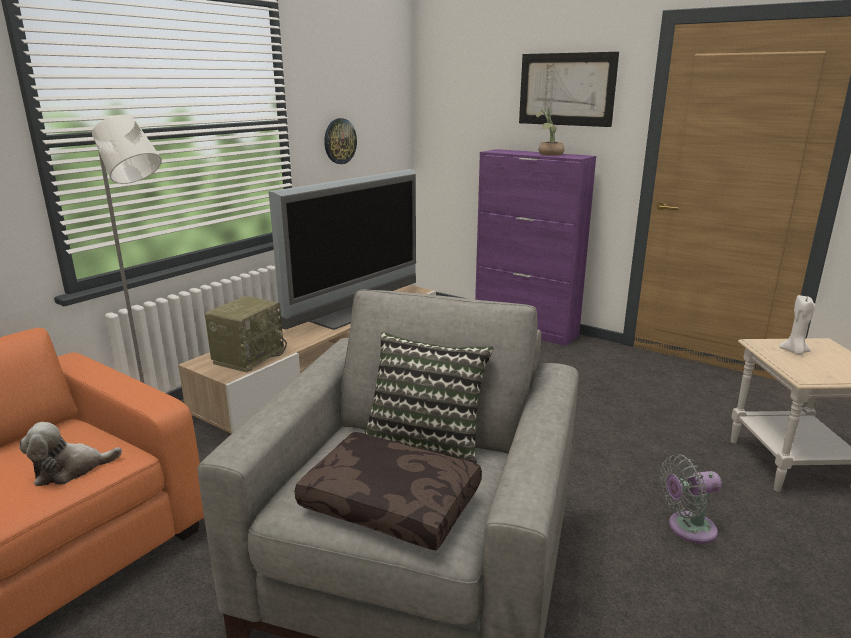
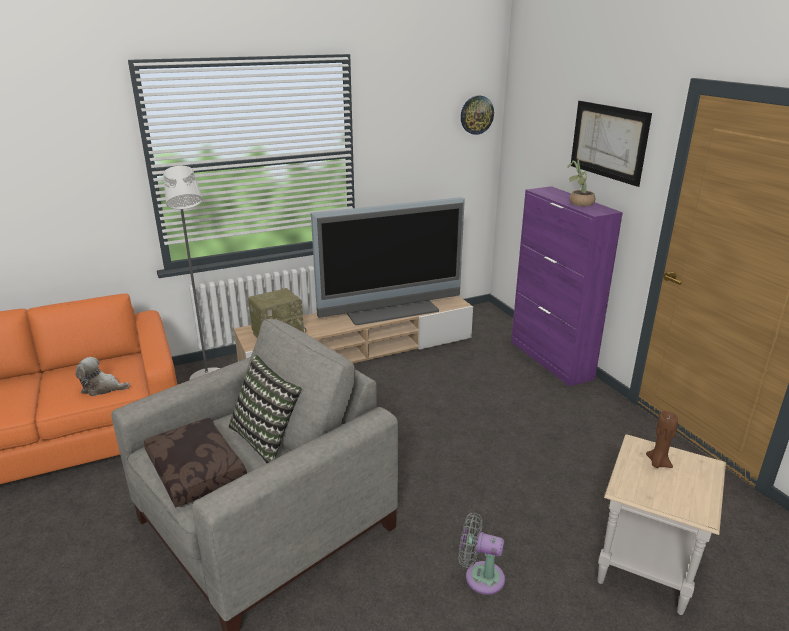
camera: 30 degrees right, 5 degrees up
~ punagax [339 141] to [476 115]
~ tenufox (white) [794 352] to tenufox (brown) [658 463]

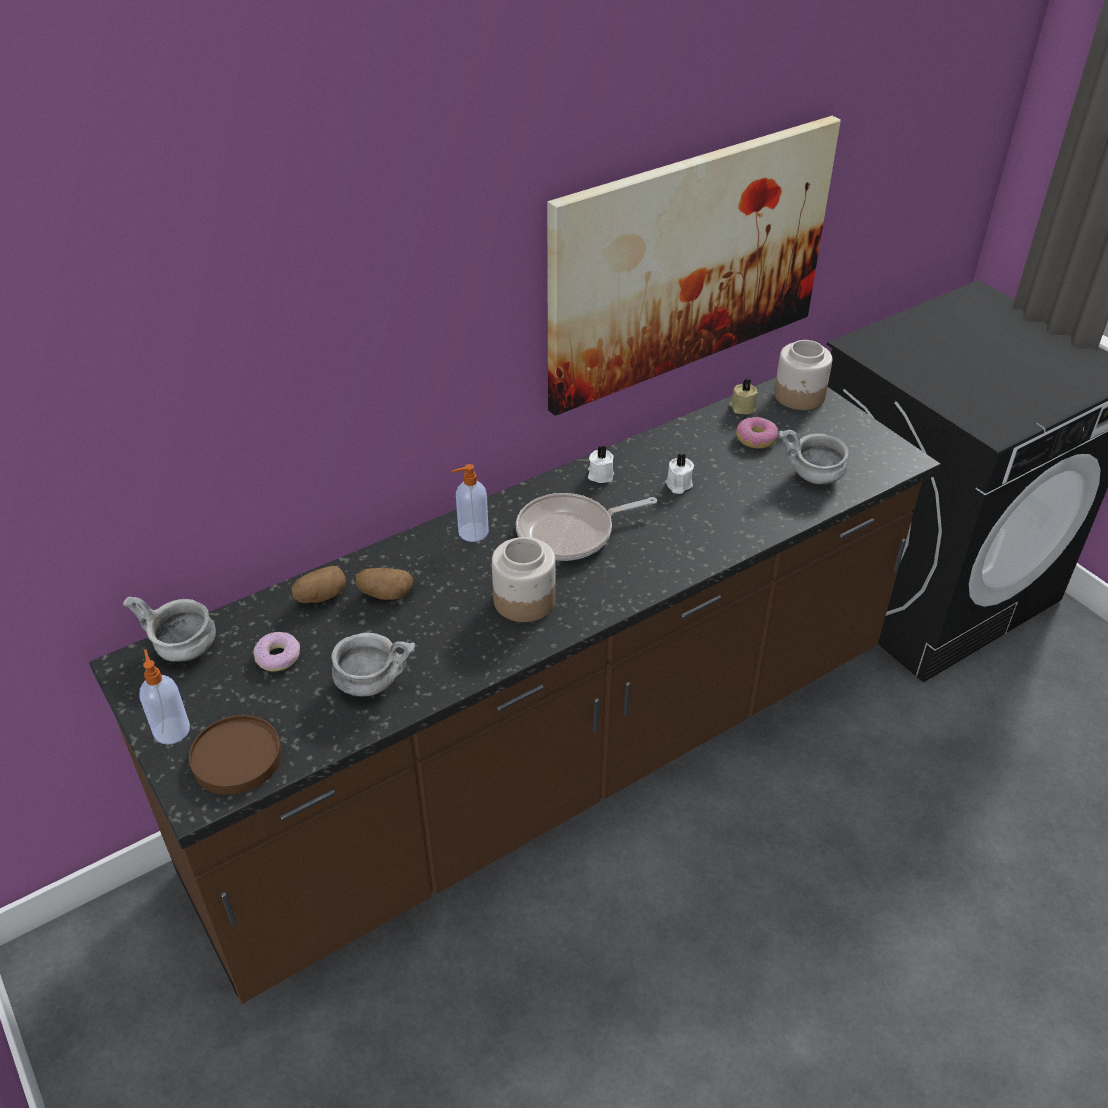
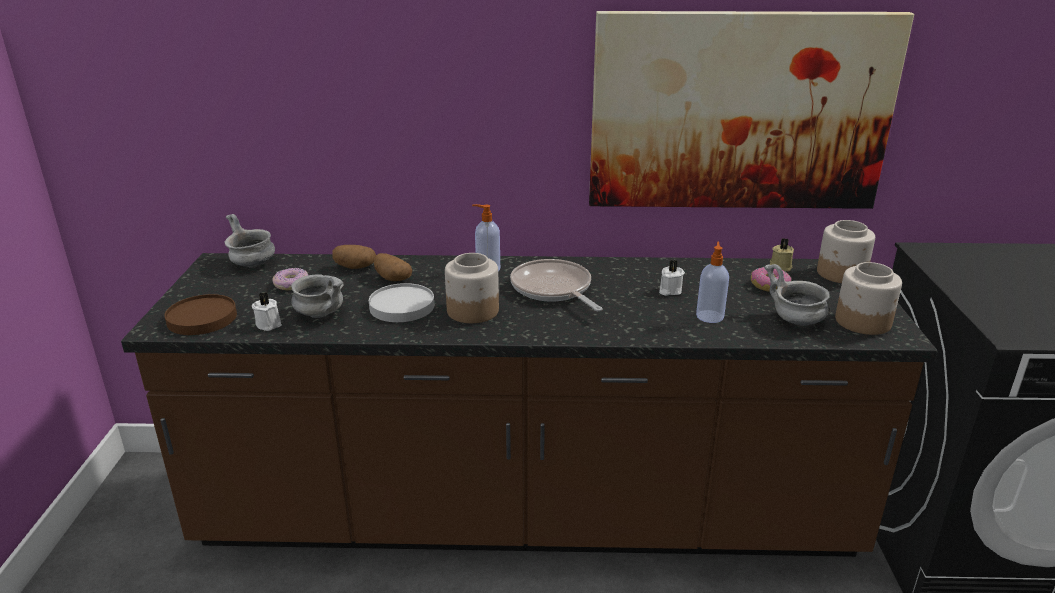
camera: 35 degrees right, 15 degrees down
~ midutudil [171 729] to [710 316]
~ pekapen [571 533] = [553 289] 45 degrees clockwise
~ tenufox (white) [600 475] to [269 324]
+ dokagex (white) [401 306]
+ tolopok [863 322]

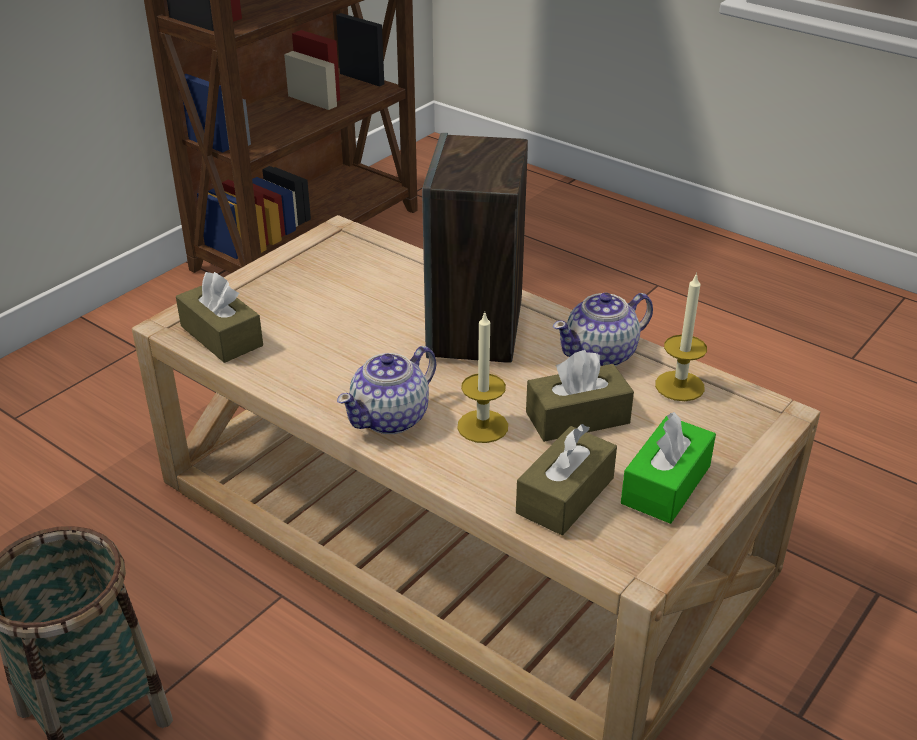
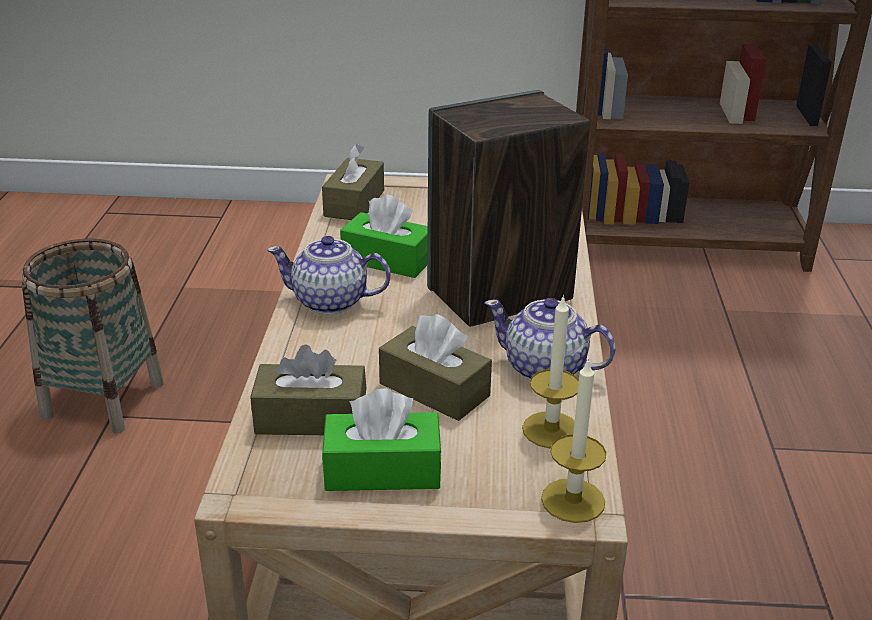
camera: 55 degrees right, 5 degrees down
~ tenufox [482 426] to [573 500]
+ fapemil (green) [387 260]

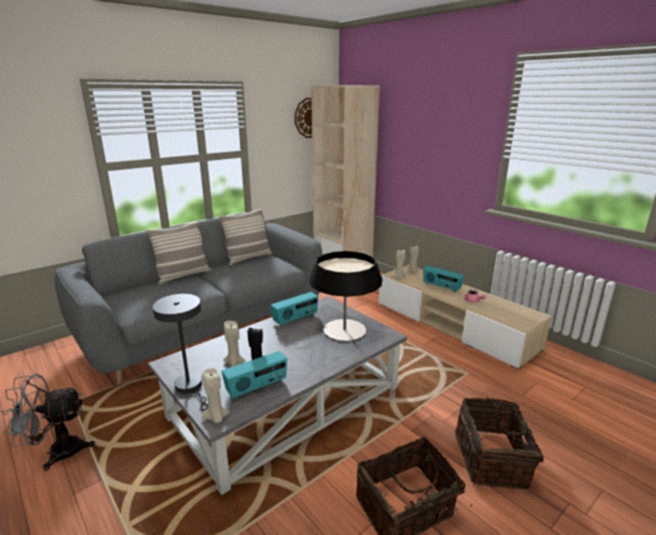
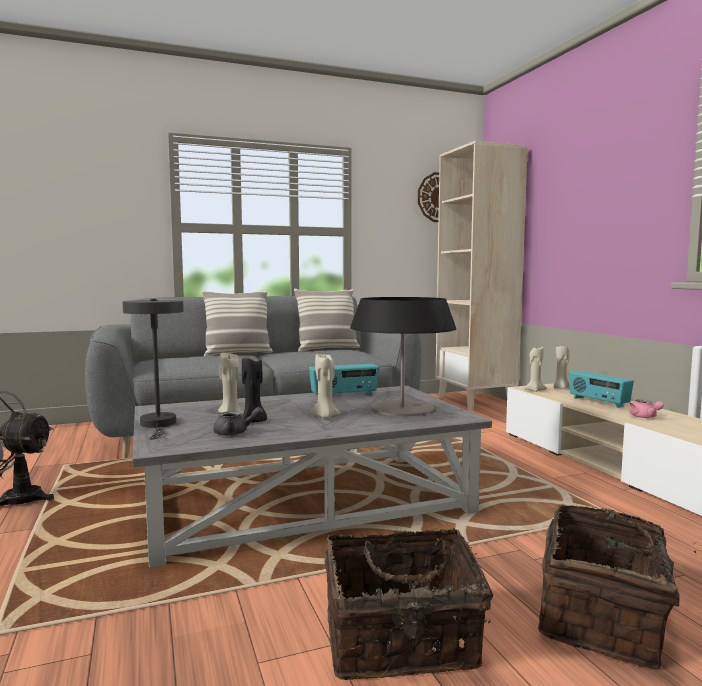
camera: 20 degrees right, 15 degrees down
~ tenufox (beige) [216 418] to [325 416]
~ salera [257 387] to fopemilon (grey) [235 433]

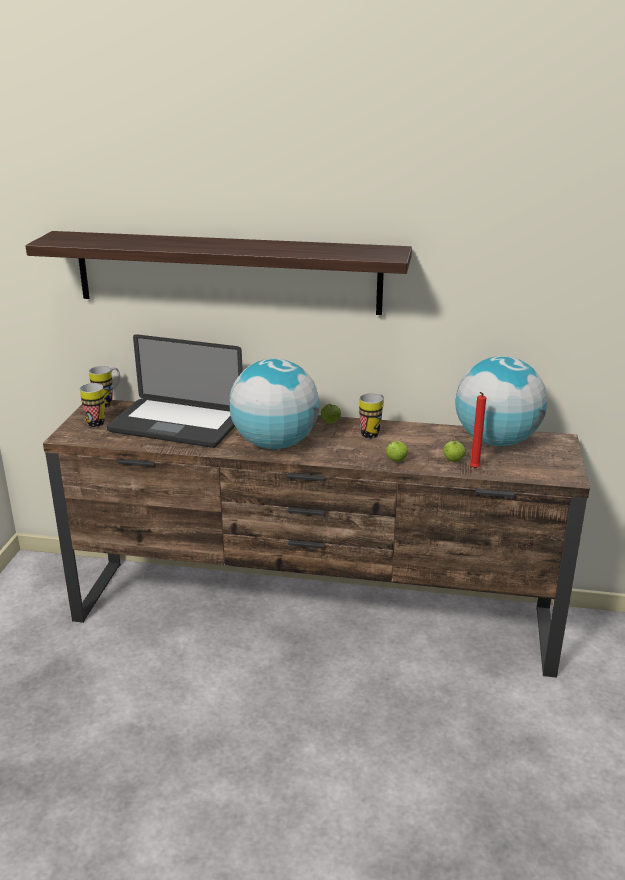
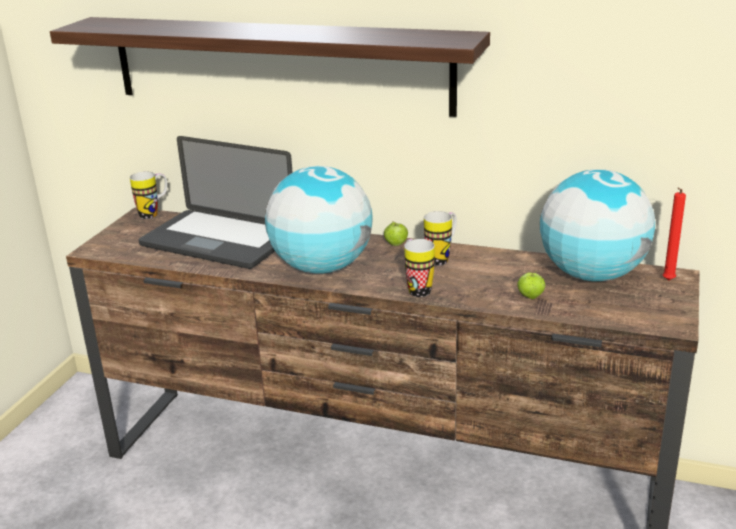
camera: 10 degrees right, 0 degrees up
~ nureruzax [94 421] to [416 288]
- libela [396 460]
~ tenufox (red) [474 469] to [667 281]

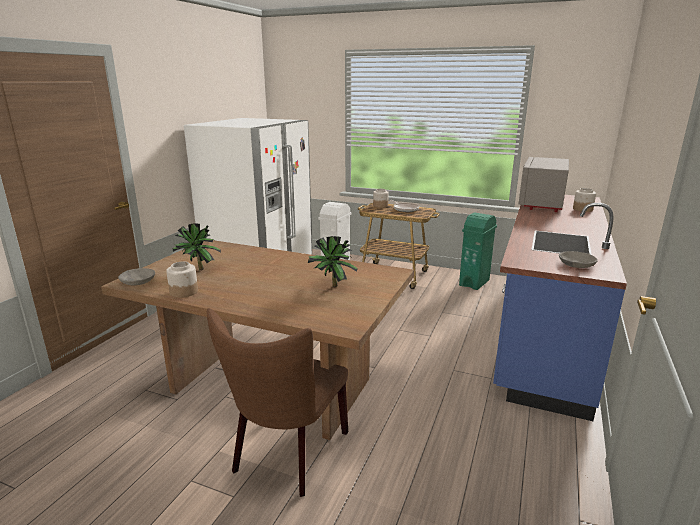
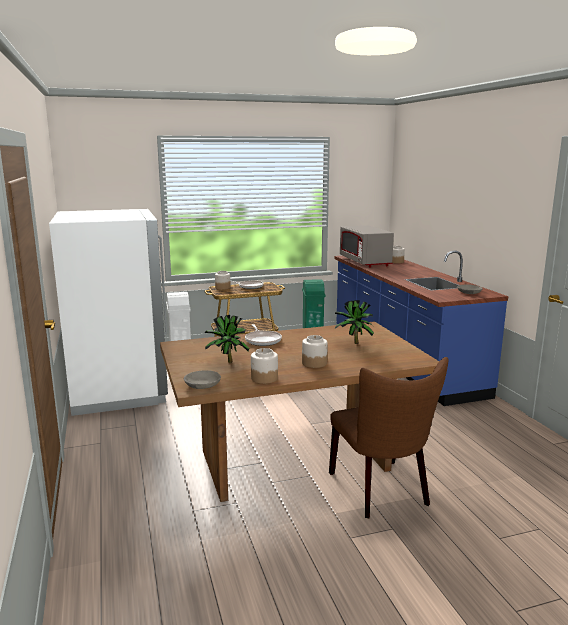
camera: 40 degrees left, 5 degrees down
+ pekapen [262 340]
+ tolopok [314 363]

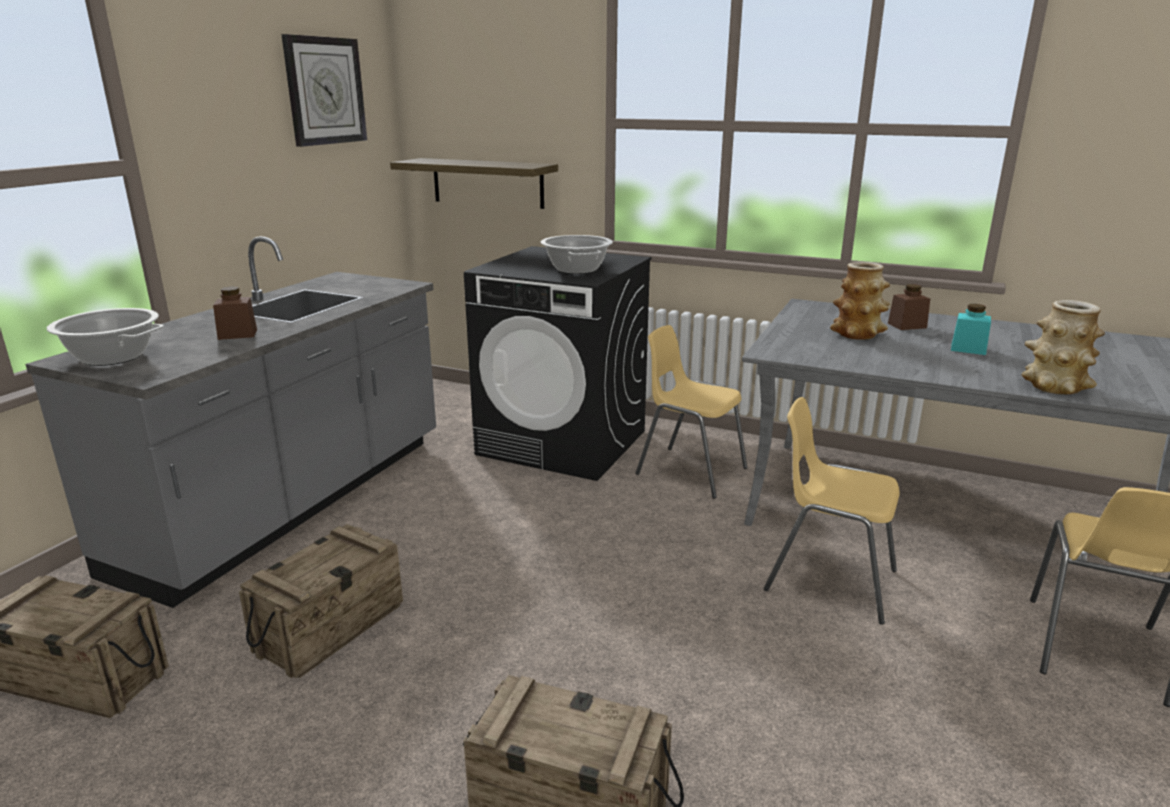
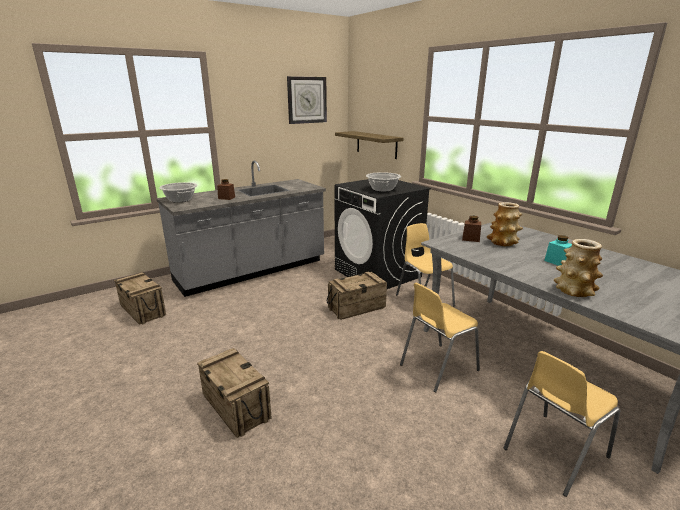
camera: 30 degrees right, 0 degrees up
~ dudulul [330 627] to [356 307]
~ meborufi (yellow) [829 580] = [437 367] 90 degrees counterclockwise
~ tolopok (brown) [907 325] to [471 239]

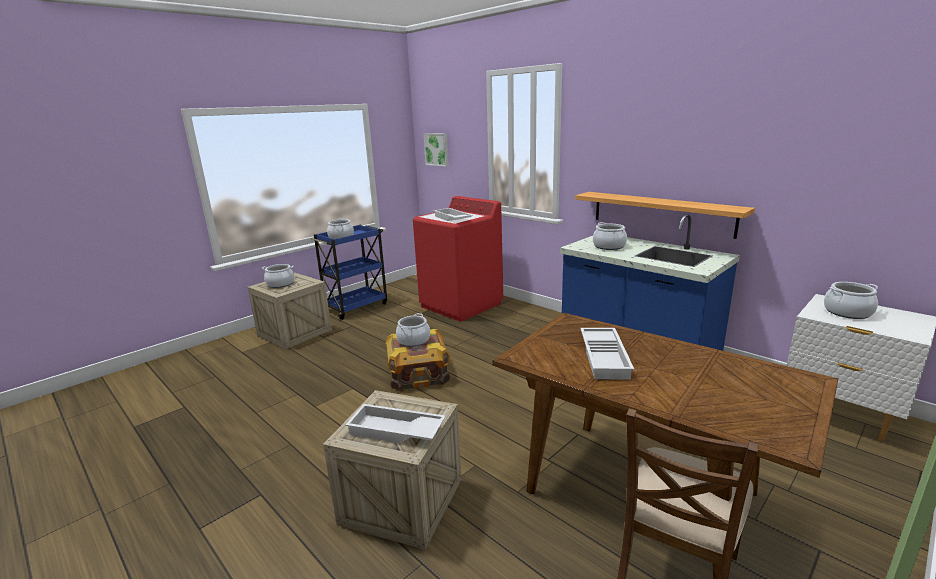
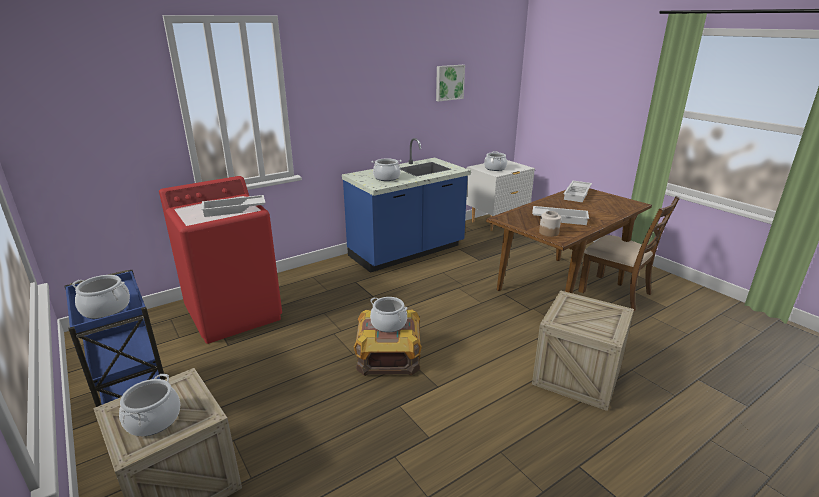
camera: 80 degrees left, 5 degrees up
~ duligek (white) [395 431] to [577 194]
~ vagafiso [437 149] to [449 82]
- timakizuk [661 213]
+ tolopok [548 232]

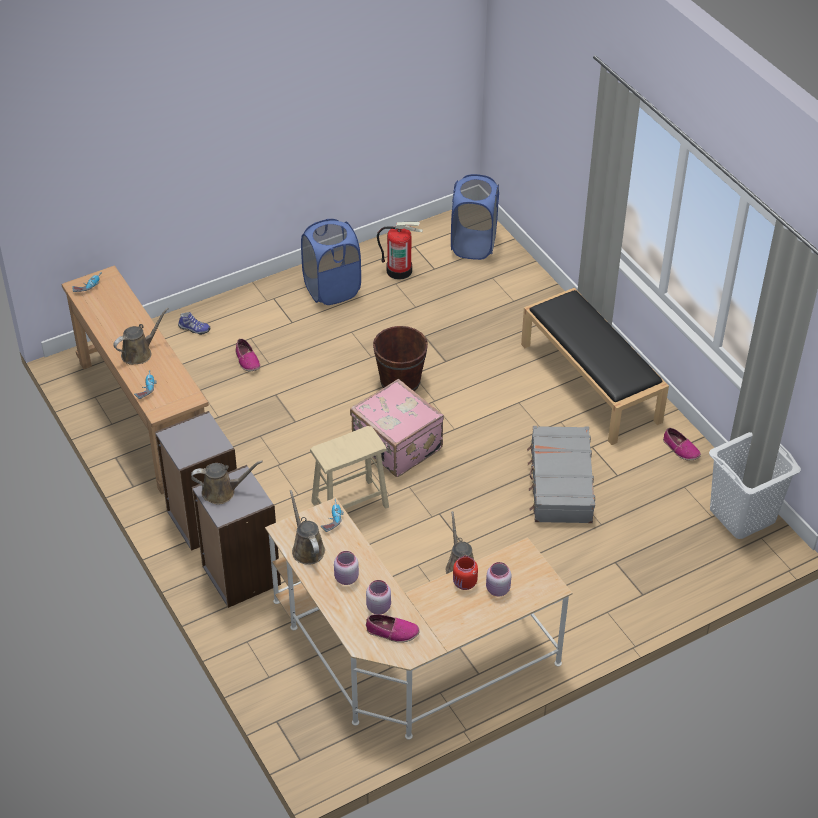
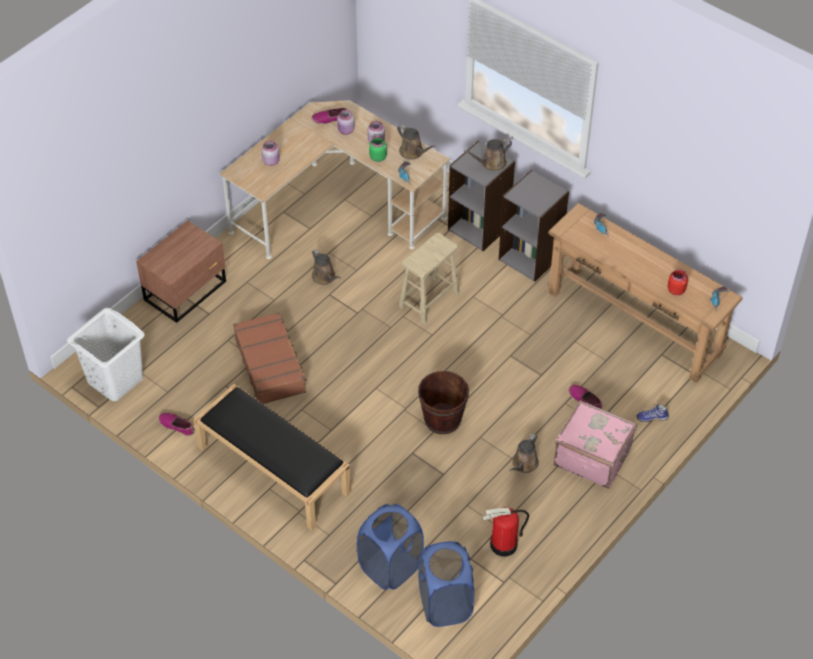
camera: 160 degrees right, 5 degrees up
~ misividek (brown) [139 353] to [524 464]
~ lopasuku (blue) [332 289] to [390 567]
~ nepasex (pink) [396 446] to [592 456]
~ tolopok (red) [464 583] to [676 290]
~ nepasex (grey) [560 483] to nepasex (brown) [270 365]
+ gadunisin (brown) [187 291]
+ tolopok (green) [377 157]

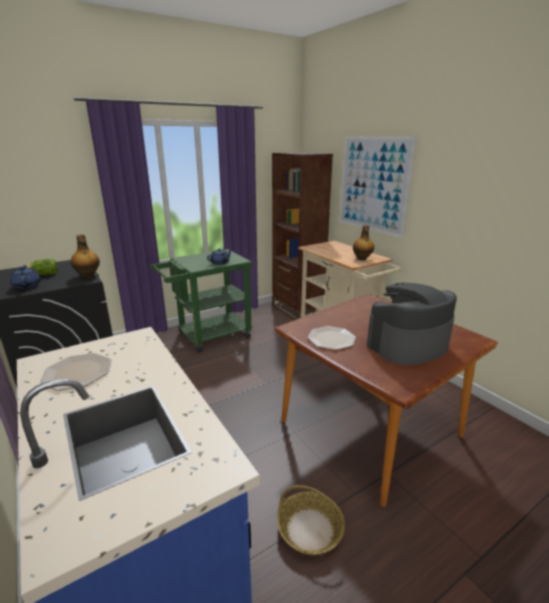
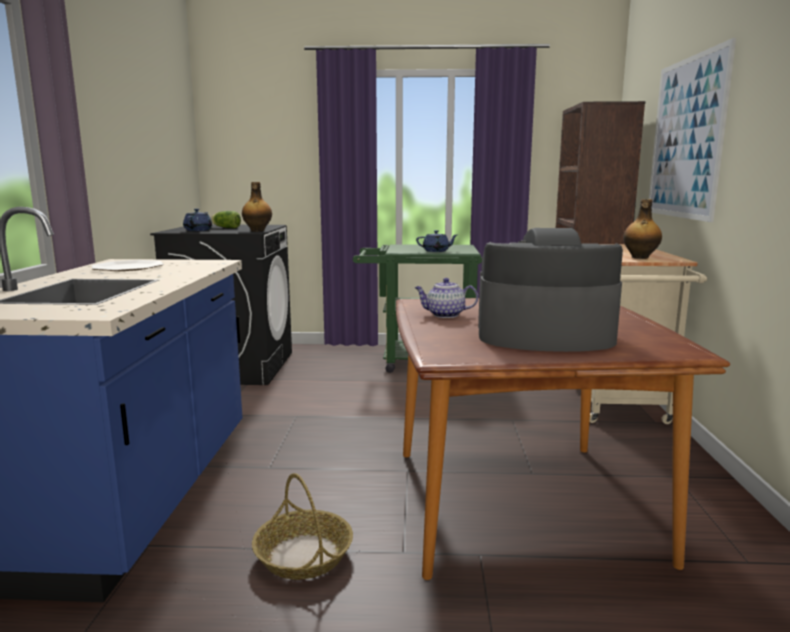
camera: 35 degrees right, 10 degrees down
~ dokagex [331 339] to fopemilon [444 315]

